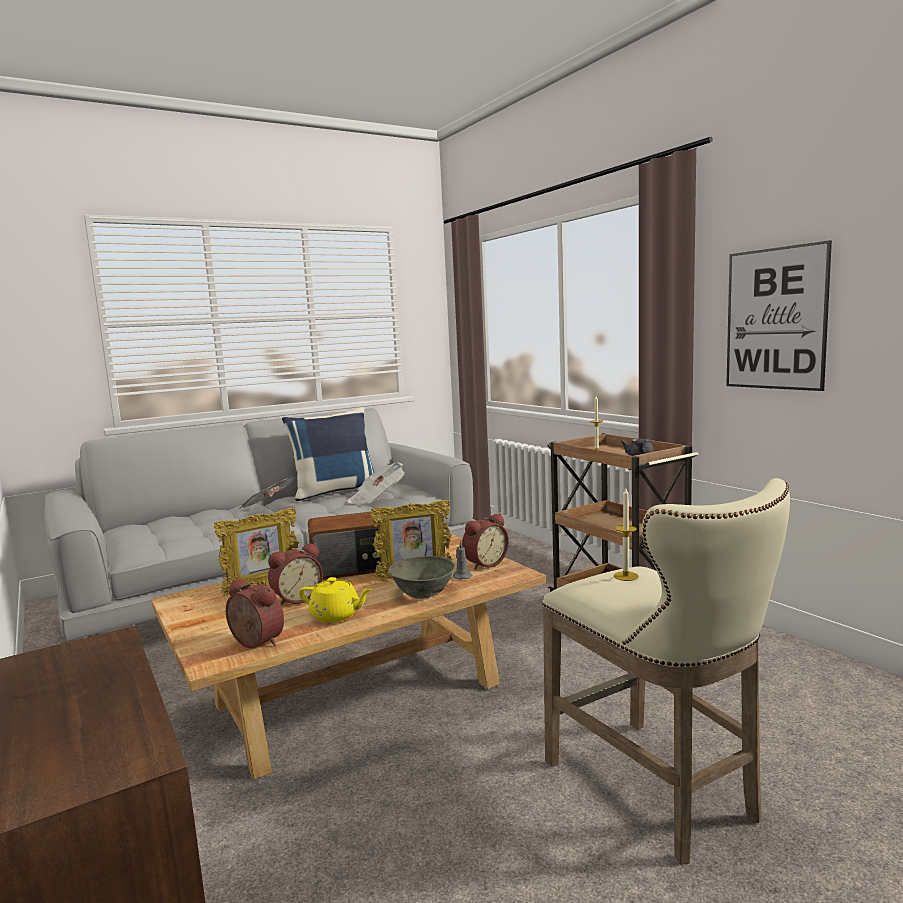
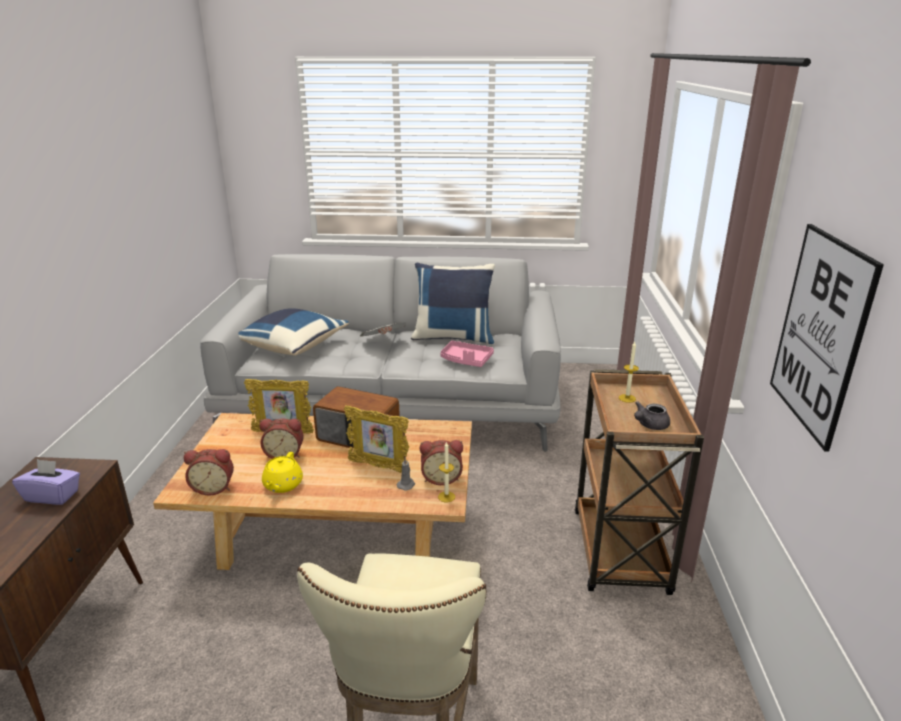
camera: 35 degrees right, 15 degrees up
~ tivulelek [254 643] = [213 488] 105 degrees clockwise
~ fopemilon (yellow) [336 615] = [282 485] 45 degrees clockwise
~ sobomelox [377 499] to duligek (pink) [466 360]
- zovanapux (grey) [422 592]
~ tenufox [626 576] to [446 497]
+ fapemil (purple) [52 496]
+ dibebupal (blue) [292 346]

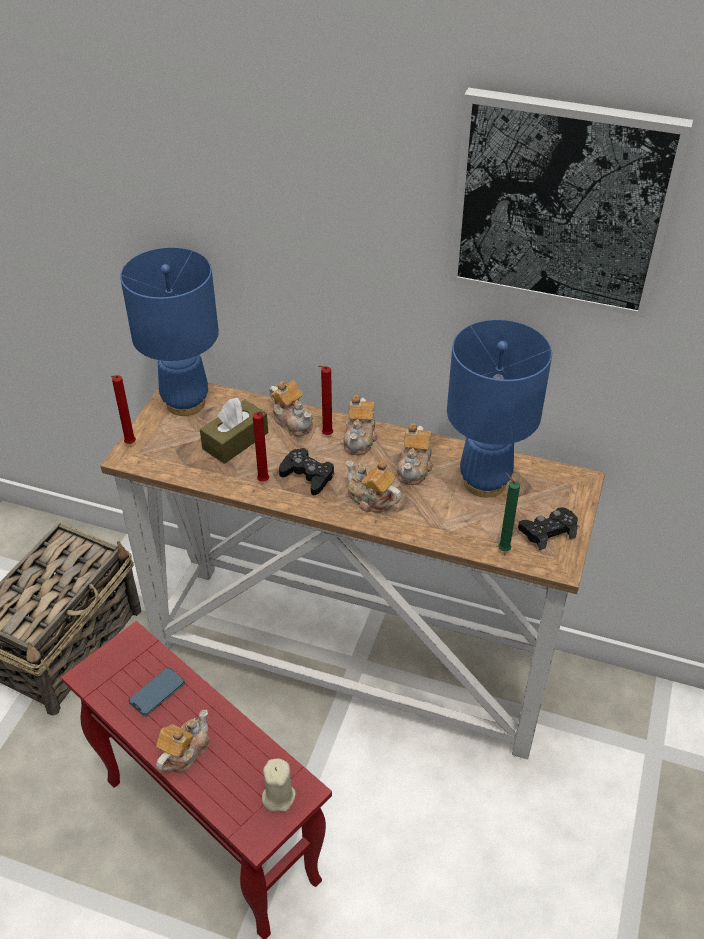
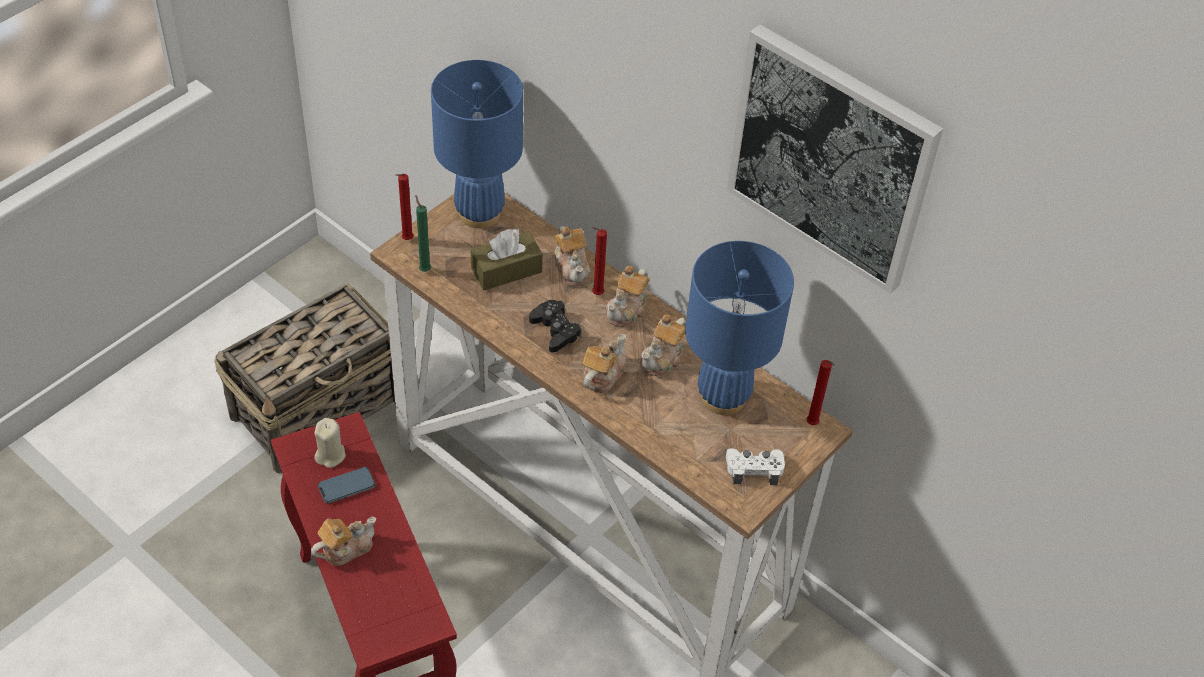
camera: 20 degrees right, 5 degrees up
~ tenufox (red) [264 482] to [813 425]
~ tenufox (beige) [278 796] to [330 455]
~ fopemilon [371 499] = [602 375] 60 degrees clockwise
~ tenufox (green) [502 549] to [424 269]
~ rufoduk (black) [548 532] to rufoduk (white) [754 469]

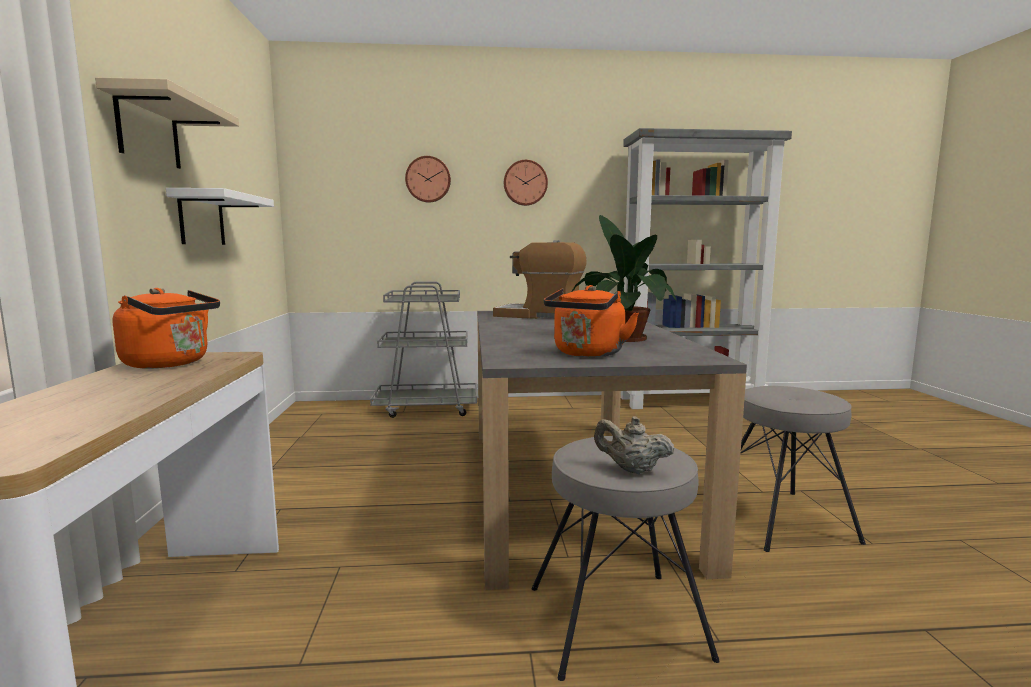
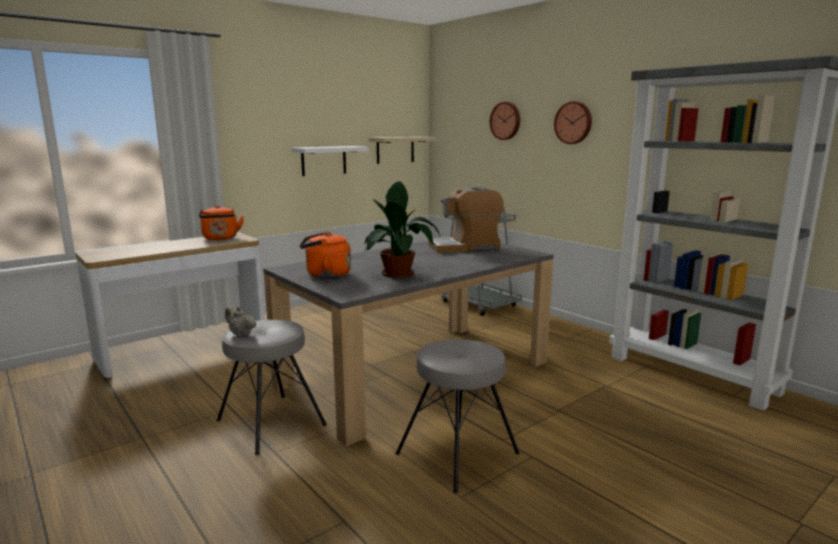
camera: 55 degrees right, 5 degrees up
~ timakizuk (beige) [148 130] to [395 149]
~ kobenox [540 316] = [465 247] 90 degrees counterclockwise
~ fopemilon (beige) [632 470] = [240 334] 45 degrees counterclockwise

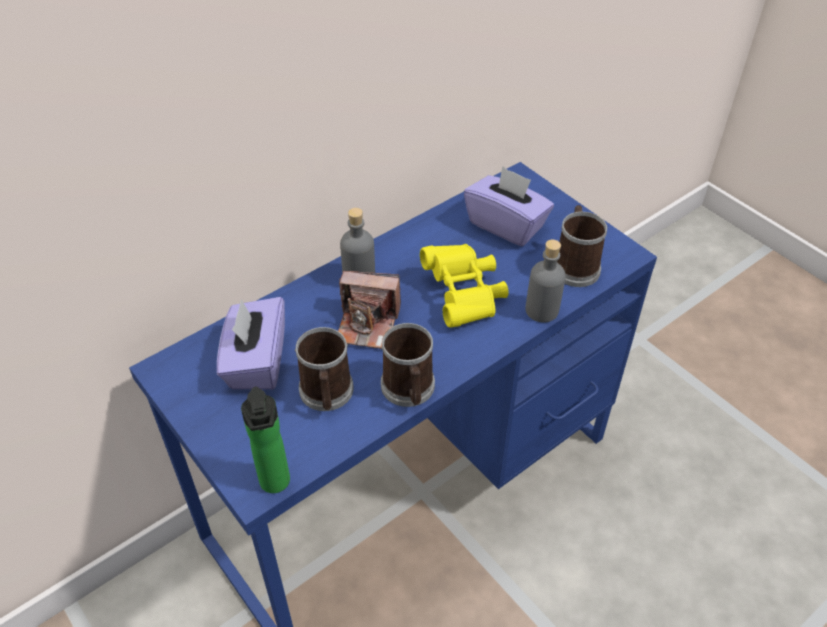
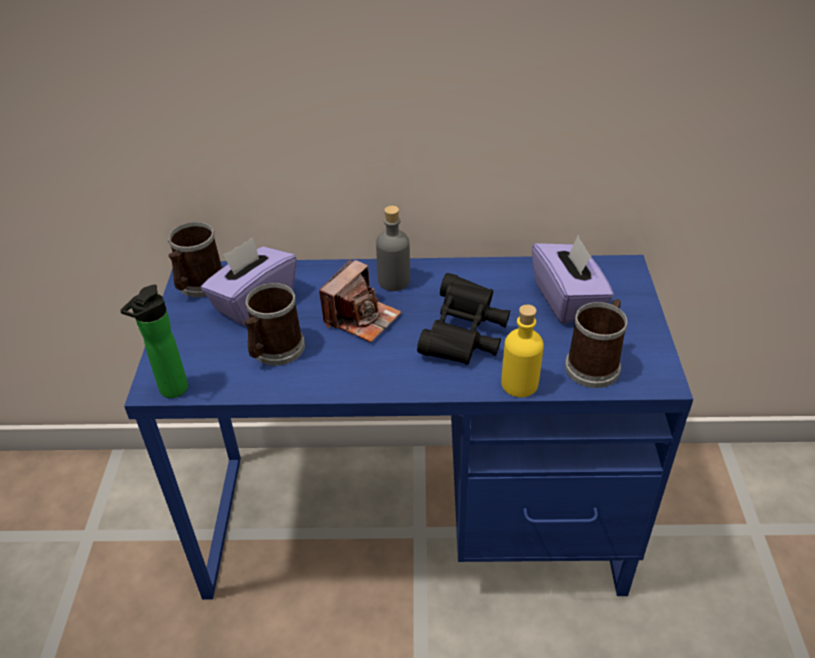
camera: 40 degrees right, 5 degrees down
~ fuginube [368 324] = [361 318] 105 degrees counterclockwise
~ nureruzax [409 390] to [199 285]
~ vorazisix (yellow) [464 295] to vorazisix (black) [464 336]
~ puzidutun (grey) [542 310] to puzidutun (yellow) [519 384]

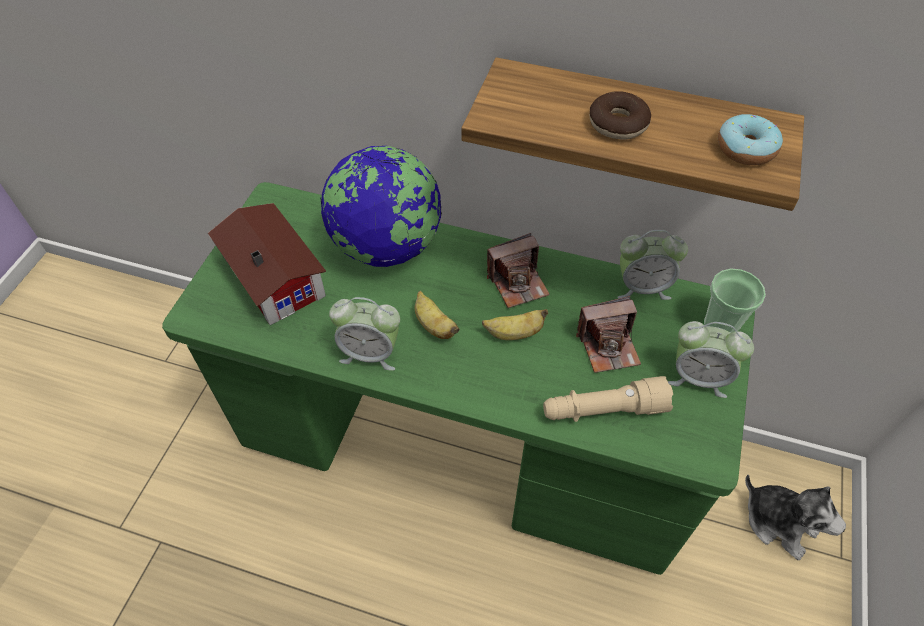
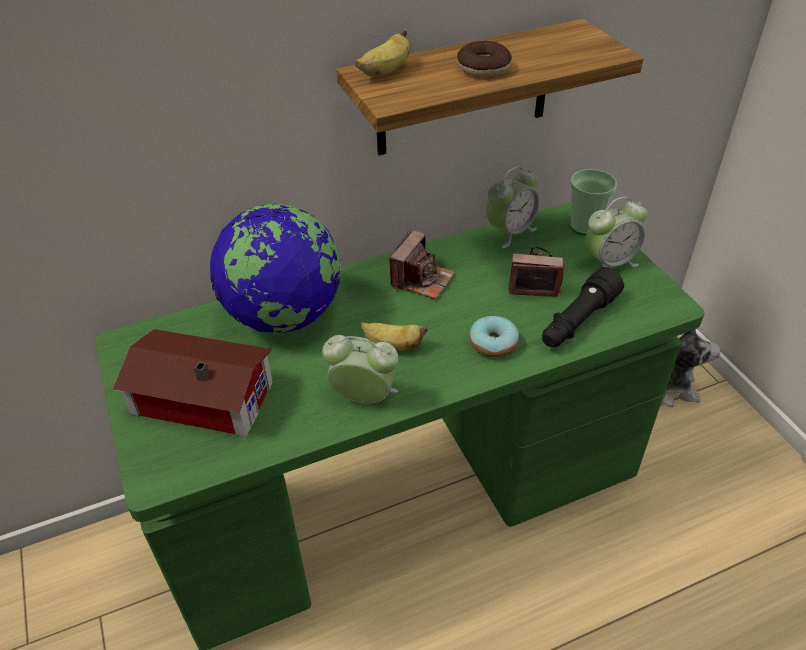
camera: 40 degrees left, 10 degrees down
~ tivulelek [370 353] = [364 397] 135 degrees counterclockwise
~ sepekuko [514 333] to [385 72]
~ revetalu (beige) [603 410] to revetalu (black) [577 321]
~ fuginube [608 346] = [533 281] 120 degrees counterclockwise
~ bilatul [745 149] to [493 343]

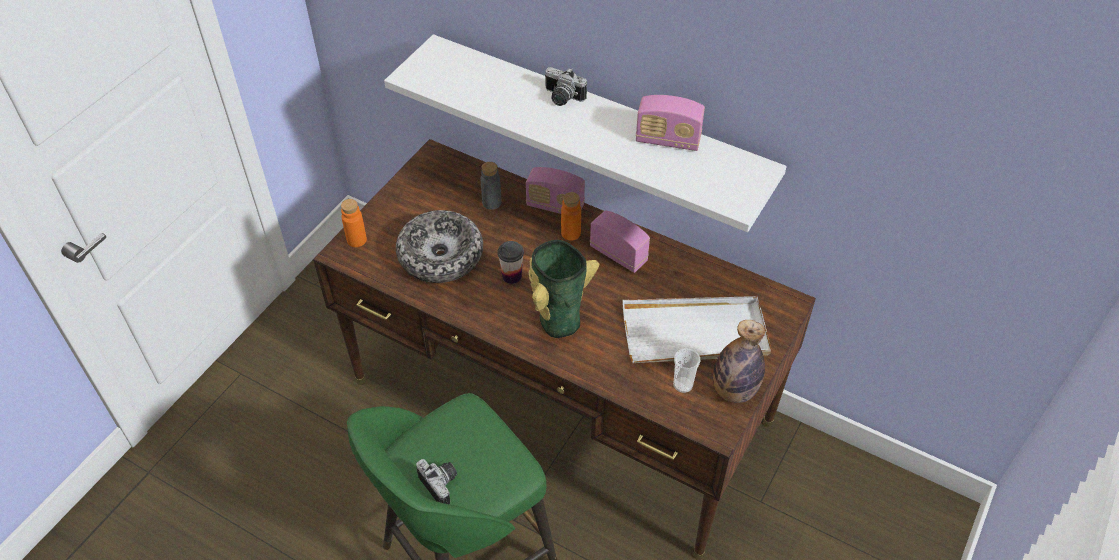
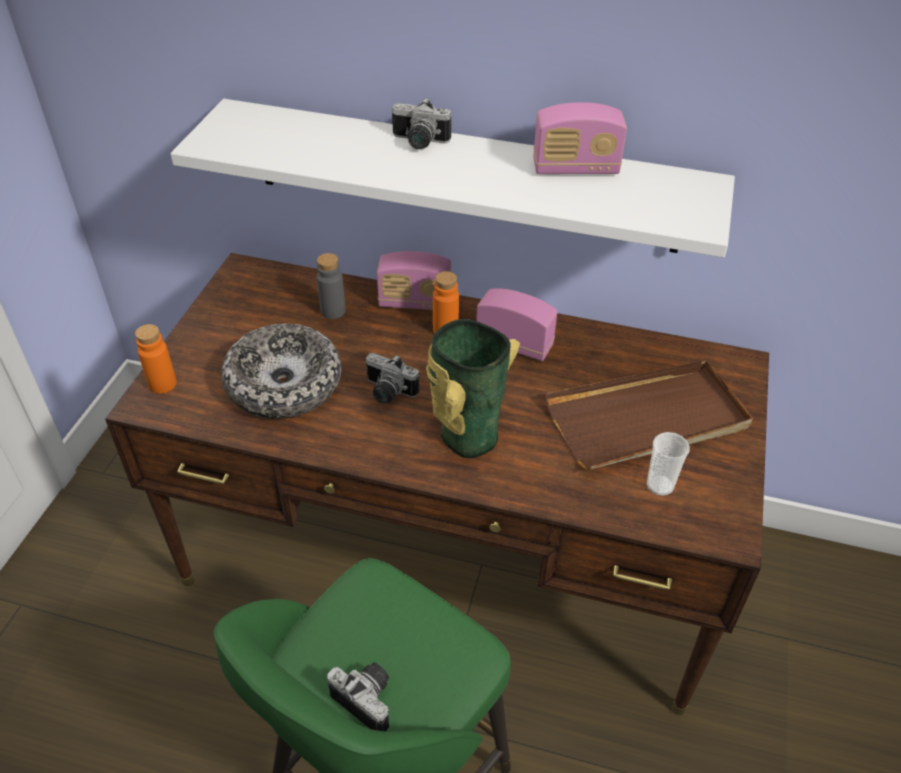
camera: 15 degrees left, 5 degrees down
~ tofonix [512 276] to fuginube [387 392]
~ duligek (white) [695 333] to duligek (brown) [647 419]
- puzidutun [734 391]

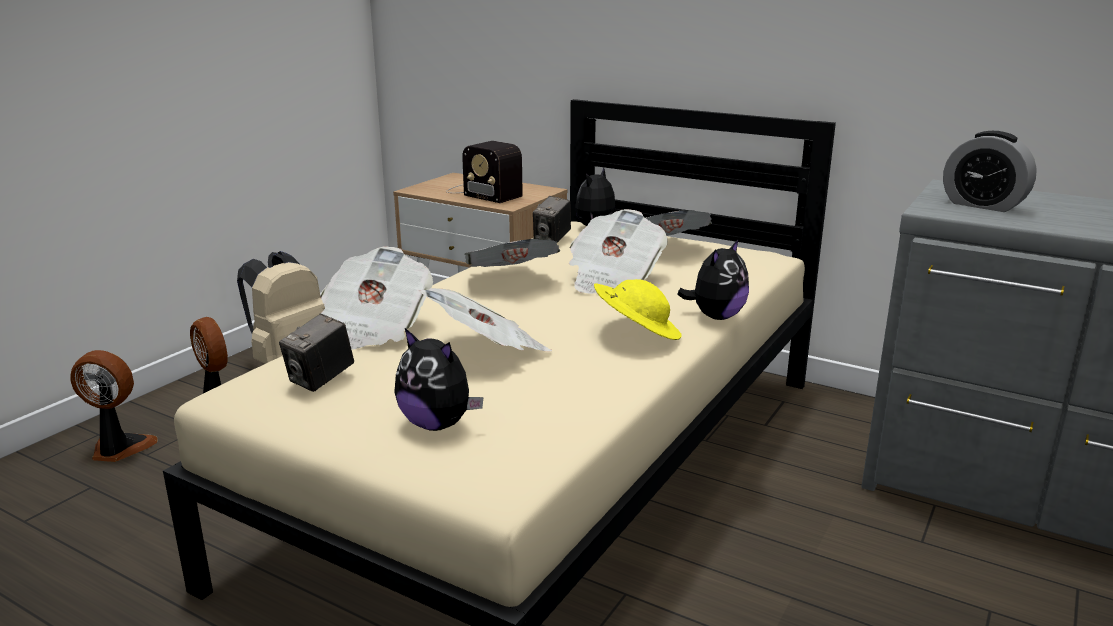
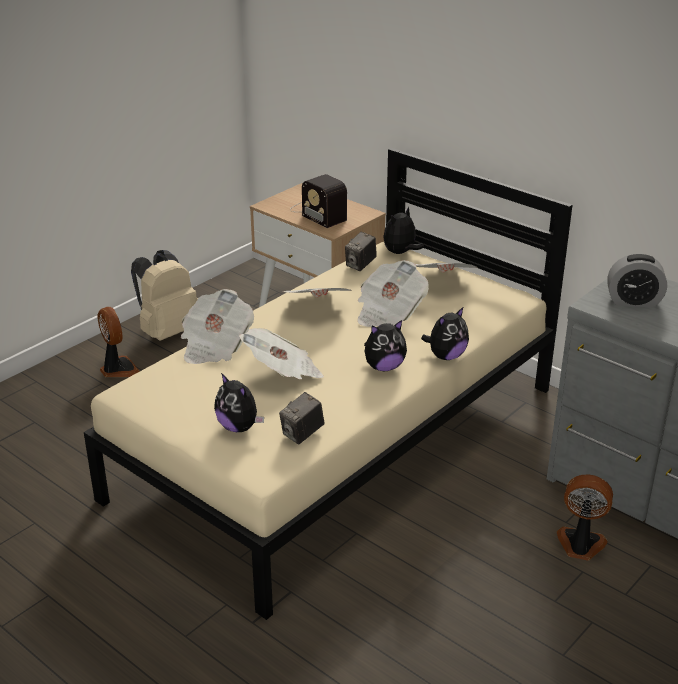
camera: 10 degrees right, 10 degrees up
~ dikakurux [119 449] to [580 545]
~ fuginube [320 380] to [302 434]
~ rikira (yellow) [636 333] to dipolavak [384 367]
~ tivulelek [983 205] = [633 301] 45 degrees counterclockwise

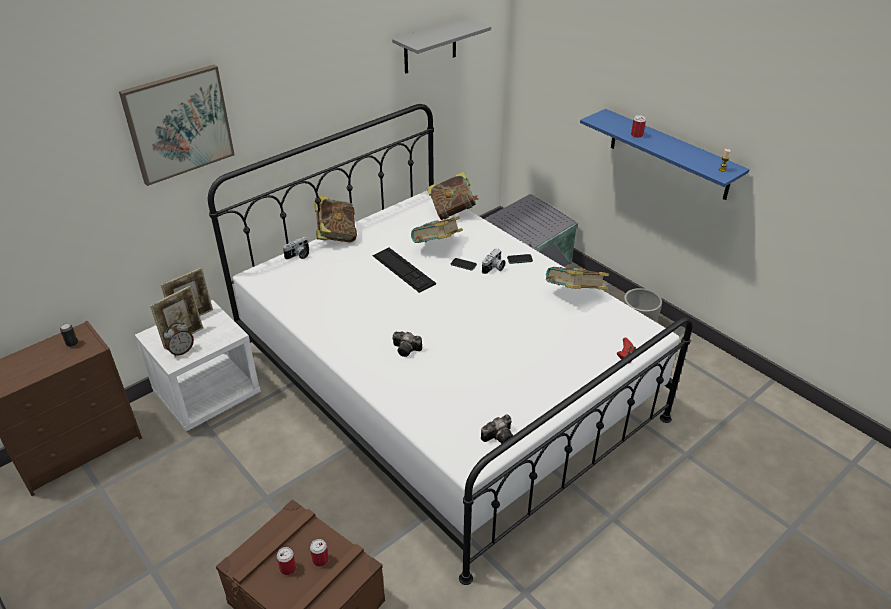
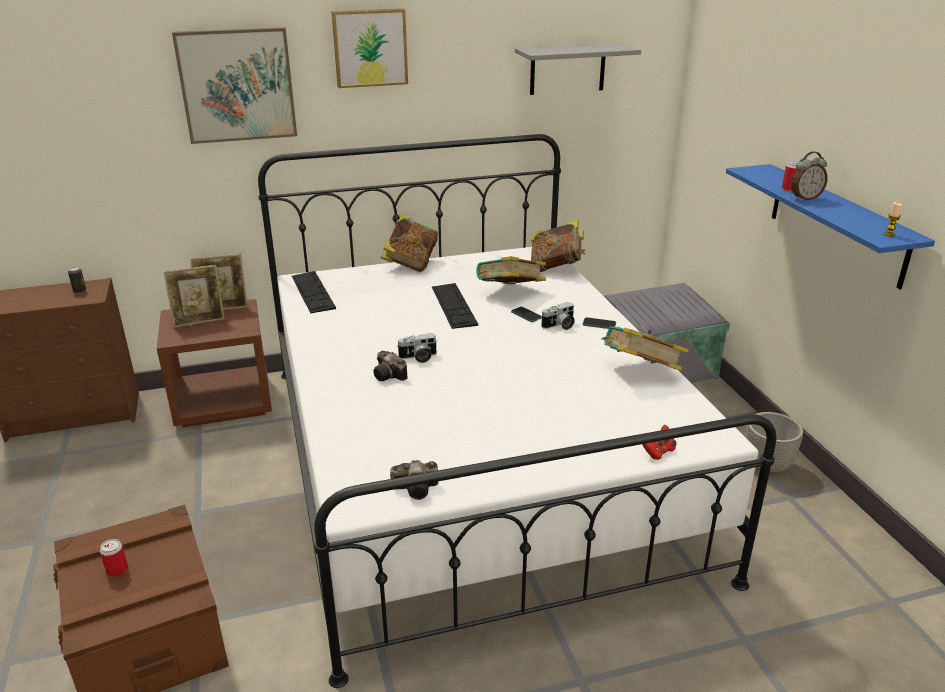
camera: 25 degrees right, 10 degrees down
~ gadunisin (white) [208 394] to gadunisin (brown) [224 402]
~ tivulelek [181 351] to [804 198]
~ fuginube [298 255] to [418 357]
- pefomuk [320 560]
+ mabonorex [312 292]
+ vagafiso [370 47]

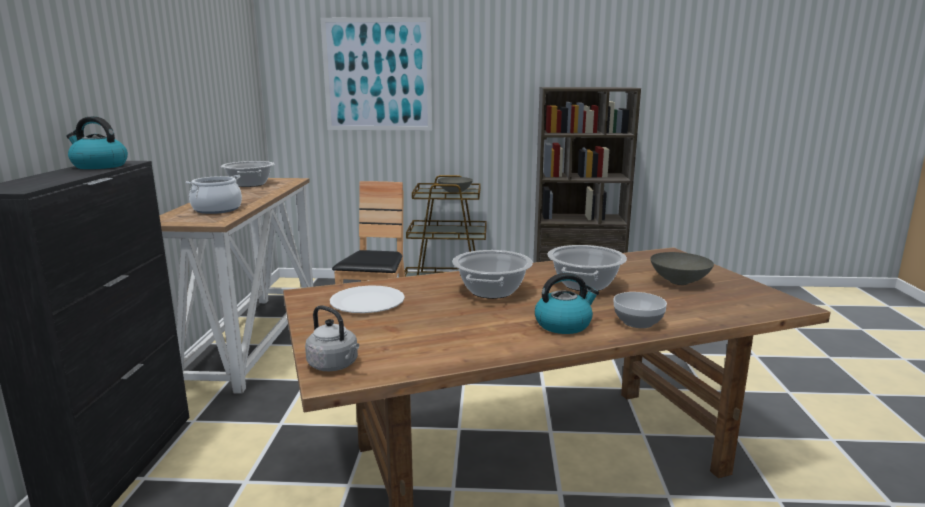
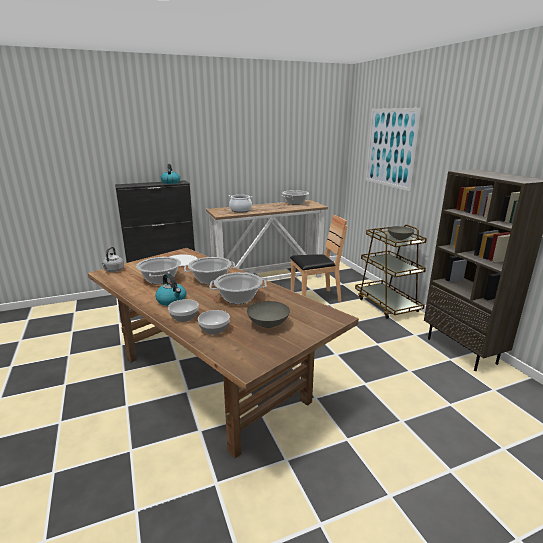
camera: 65 degrees right, 5 degrees up
+ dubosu [160 280]
+ zovanapux [214 329]

